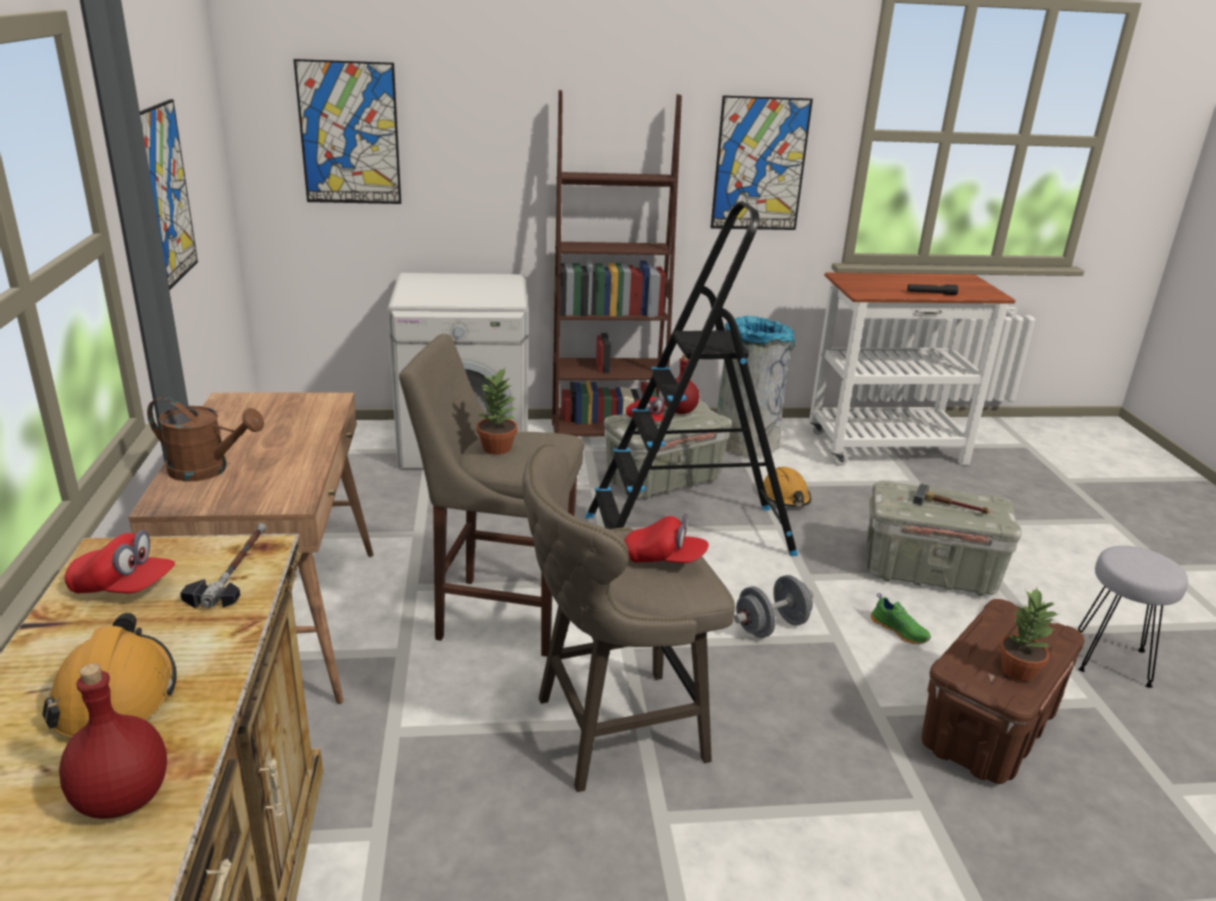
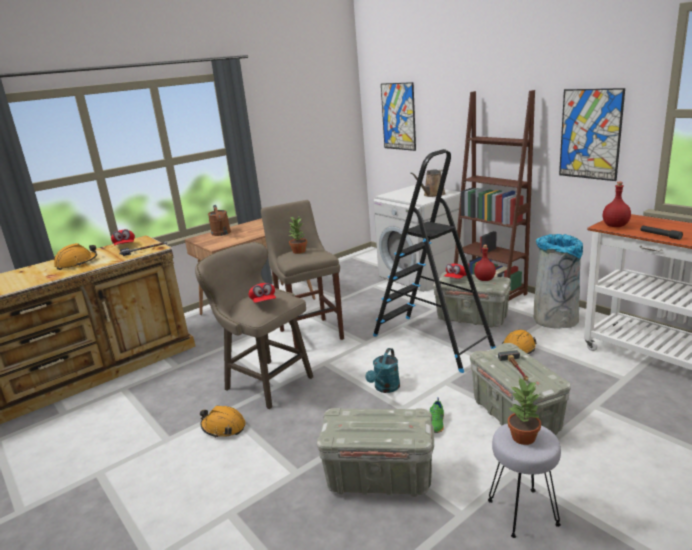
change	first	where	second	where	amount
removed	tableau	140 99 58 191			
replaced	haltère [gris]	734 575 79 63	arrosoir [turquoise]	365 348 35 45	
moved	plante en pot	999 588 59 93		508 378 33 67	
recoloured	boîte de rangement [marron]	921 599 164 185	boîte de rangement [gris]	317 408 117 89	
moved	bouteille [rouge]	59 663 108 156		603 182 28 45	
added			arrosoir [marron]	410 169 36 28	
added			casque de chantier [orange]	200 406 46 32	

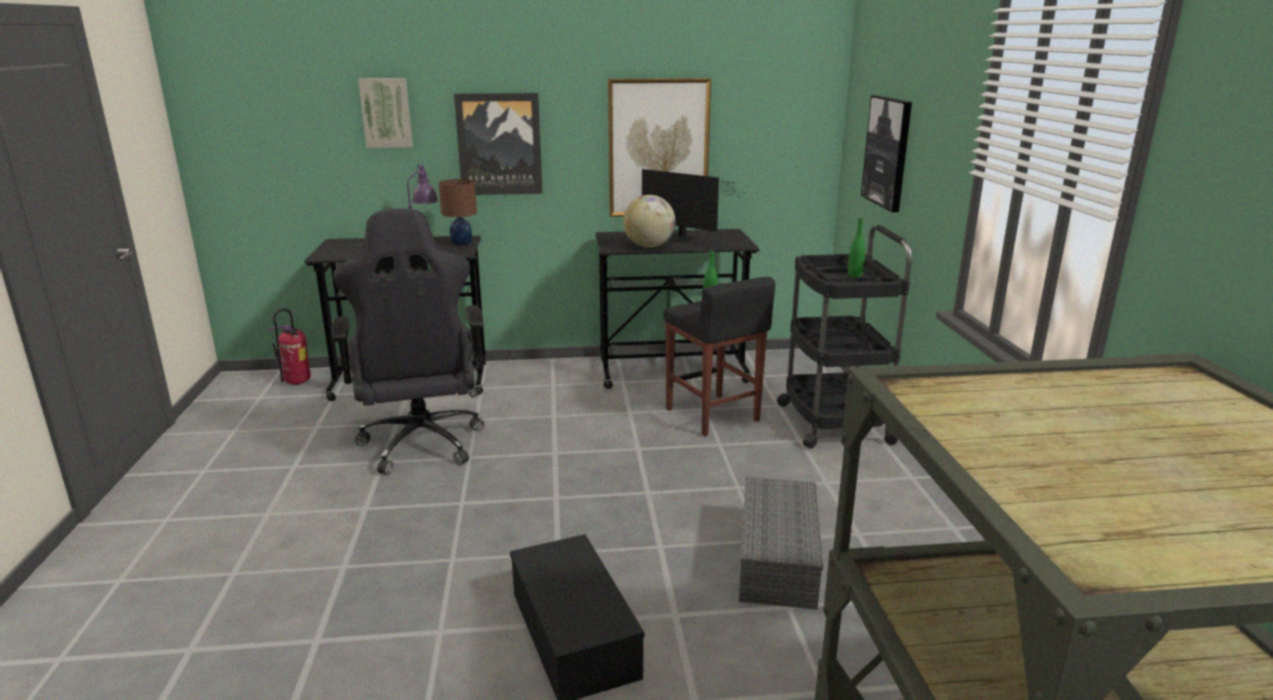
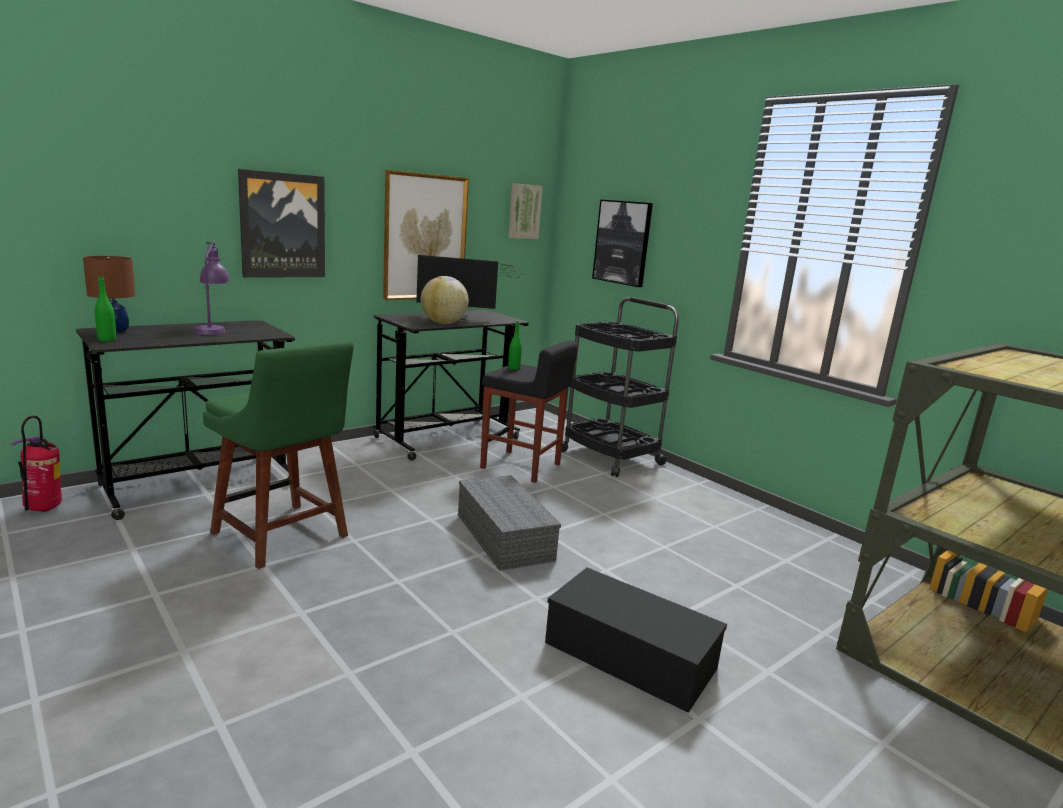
change	first	where	second	where	amount
moved	tableau	358 78 55 70		508 183 35 56	
moved	lampe de table [marron]	439 179 38 66		83 256 52 77	
replaced	chaise de bureau [noir]	332 209 152 266	tabouret [vert]	203 340 151 229	
moved	bouteille [vert]	848 218 17 59		95 276 21 66	
moved	boîte de rangement [gris]	739 477 84 133		458 475 103 96	

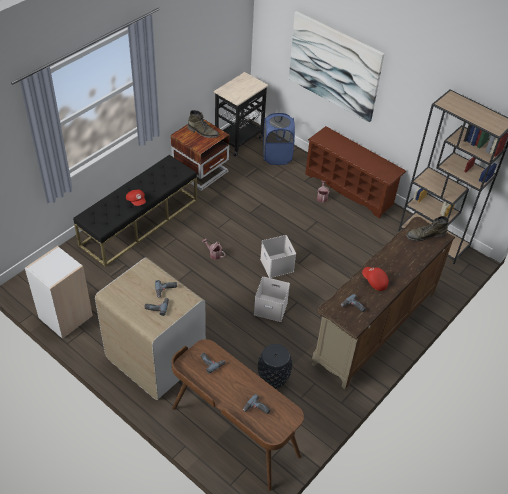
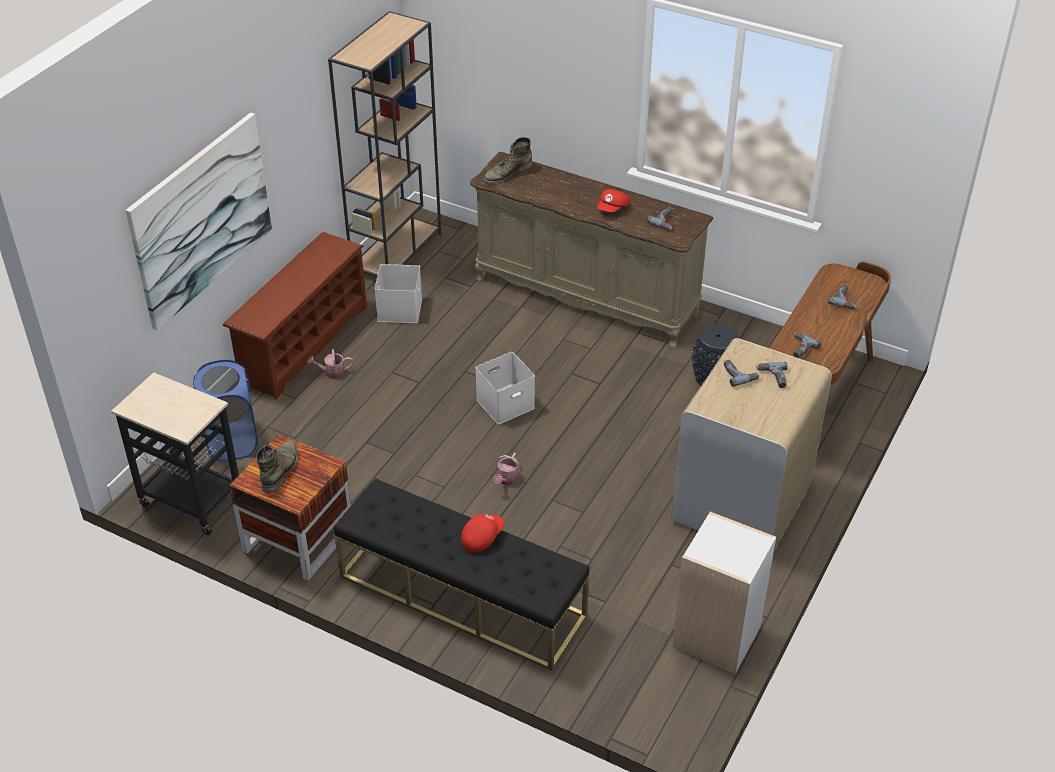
change	first	where	second	where	amount
turned	botte [vert]	406 216 43 25		483 137 49 46	75 degrees clockwise
moved	boîte de rangement [blanc]	254 277 36 45		375 264 47 59	

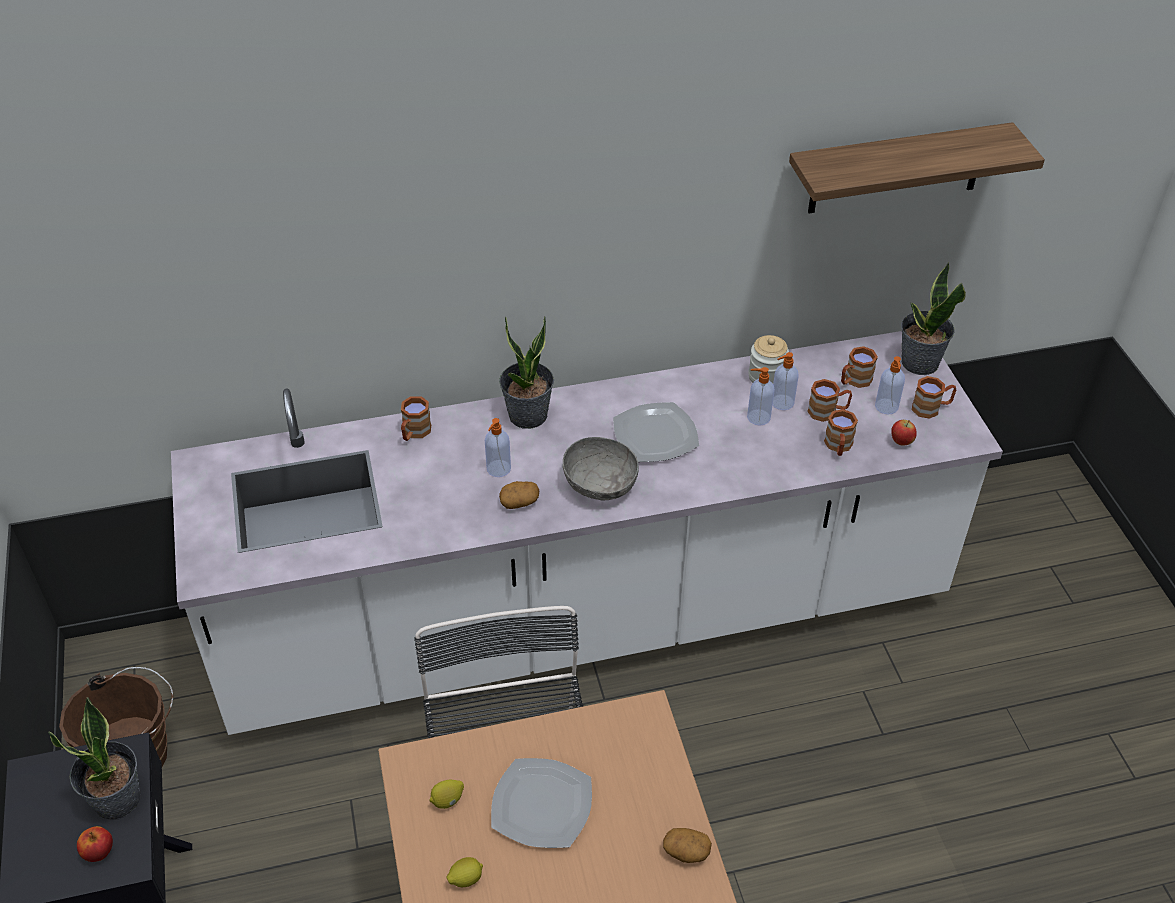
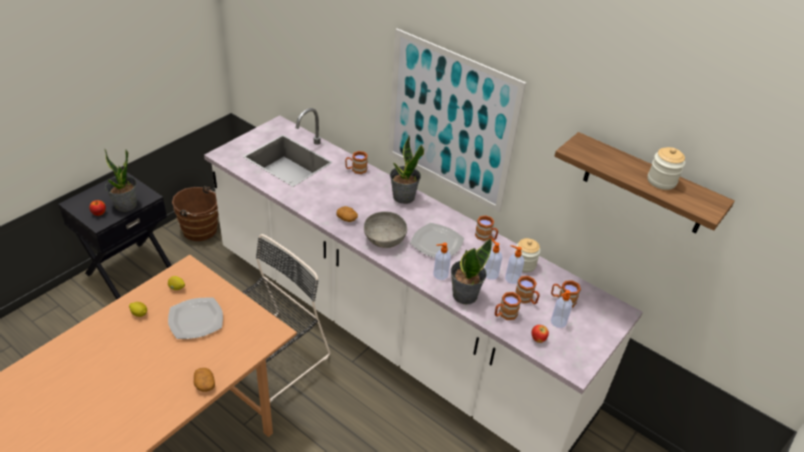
change	first	where	second	where	amount
moved	plante en pot	901 262 65 113		451 238 41 66	
moved	mug [marron]	912 376 44 43		475 215 23 26	
moved	distributeur de savon	485 418 26 59		433 243 18 37	
added			tableau	388 28 138 184	
added			bocal	647 147 38 43	

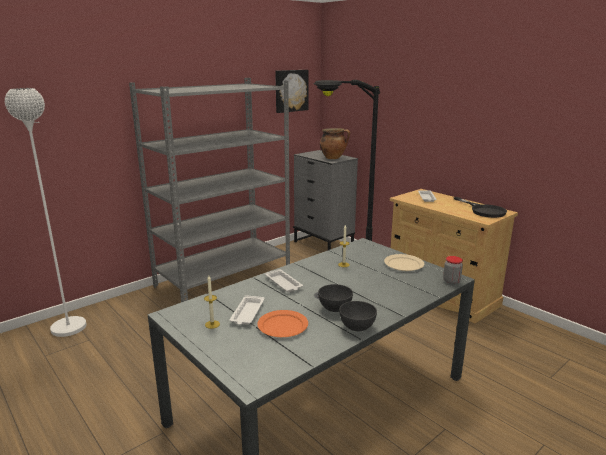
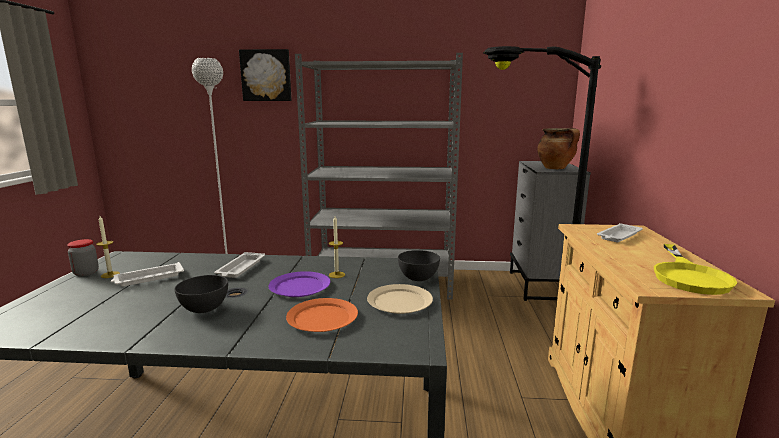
change	first	where	second	where	amount
moved	tableau	275 70 34 43		239 49 53 52	
recoloured	poêle [noir]	453 197 54 21	poêle [jaune]	654 244 83 51	
moved	bocal	443 256 20 28		67 239 32 37	
moved	bol [gris]	339 301 38 30		398 250 42 31	
moved	assiette [orange]	257 310 51 27		286 298 72 34	
added			assiette [violet]	268 271 62 26	

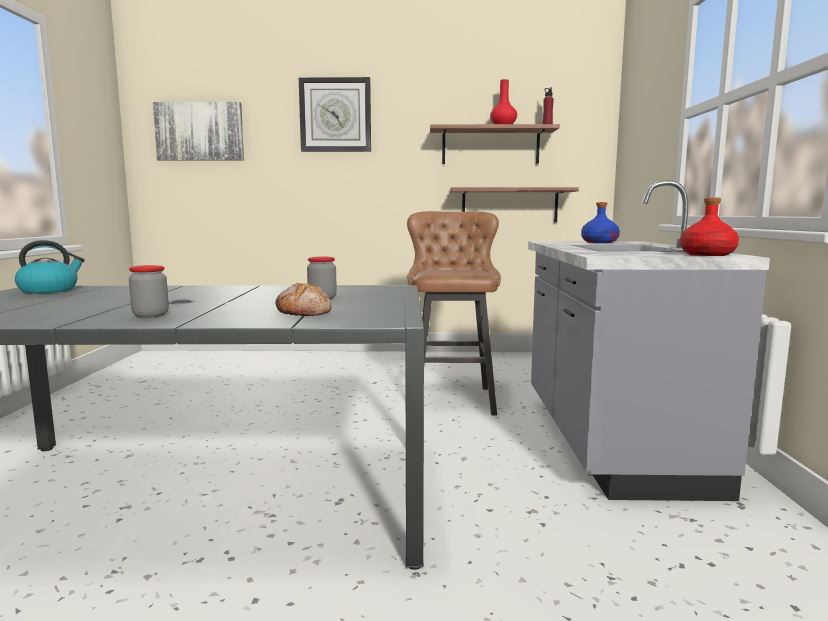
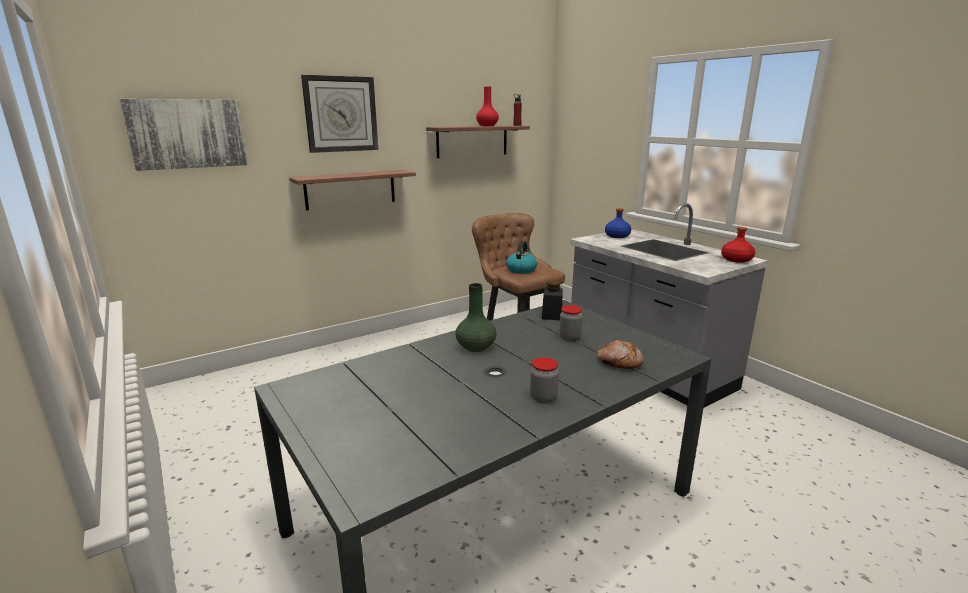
change	first	where	second	where	amount
moved	étagère	450 187 129 35		289 170 127 41	
moved	bouilloire	15 240 70 54		506 241 31 33	
added			bocal [noir]	542 281 21 39	
added			vase [vert]	455 283 42 69	

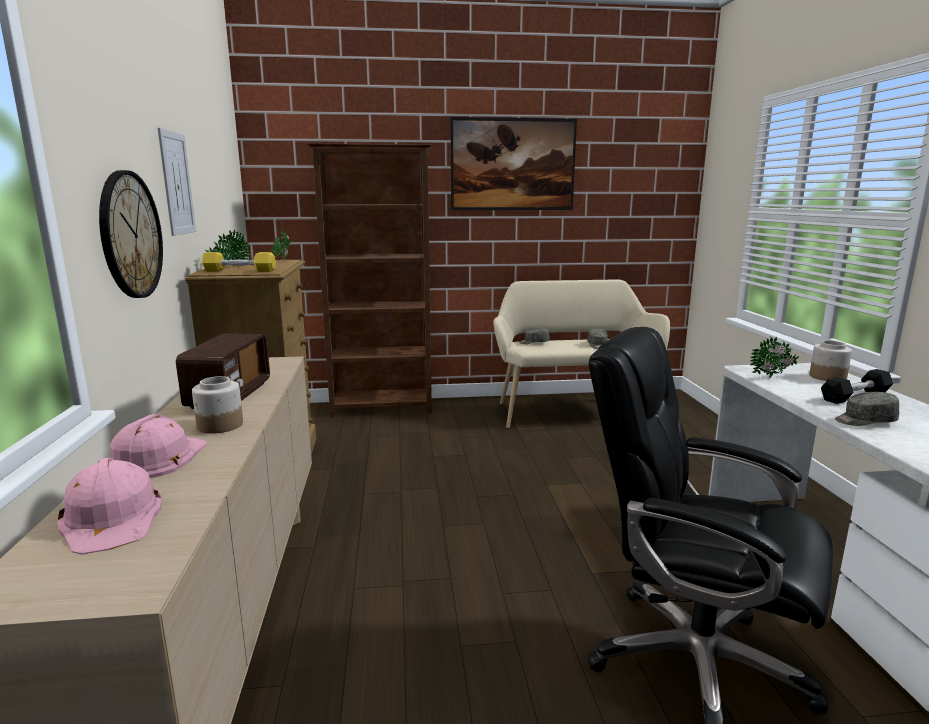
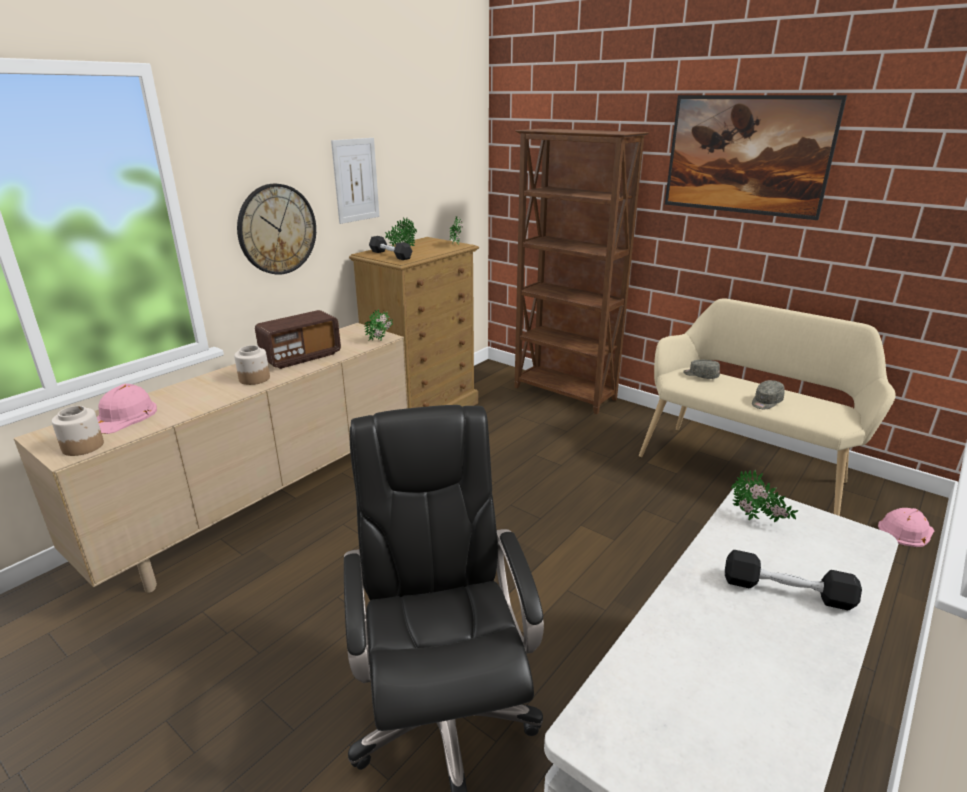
change	first	where	second	where	amount
recoloured	haltère [jaune]	202 252 74 20	haltère [noir]	369 236 43 24	
moved	bocal	809 340 43 41		52 406 52 50	
removed	casquette [gris]	835 392 64 34			
moved	casque de chantier [rose]	110 414 97 64		878 508 56 39	
added			plante en pot	364 309 29 32	

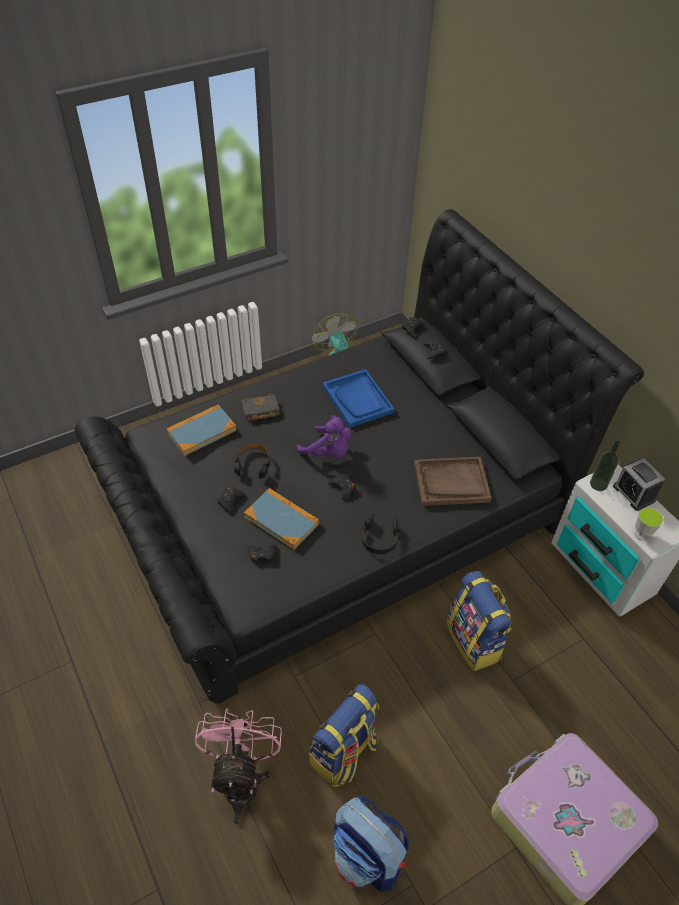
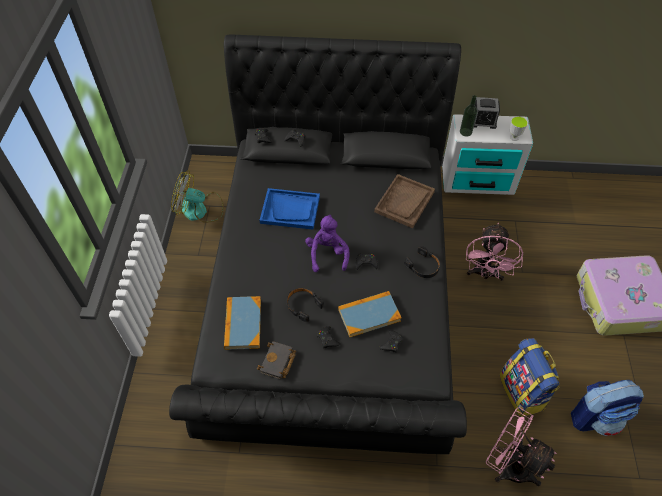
change	first	where	second	where	amount
moved	livre [noir]	242 393 37 28		257 341 39 38	
turned	peluche [violet]	296 415 56 43		305 214 44 58	75 degrees counterclockwise
replaced	sac à dos	446 571 67 100	ventilateur [rose]	466 223 57 58	

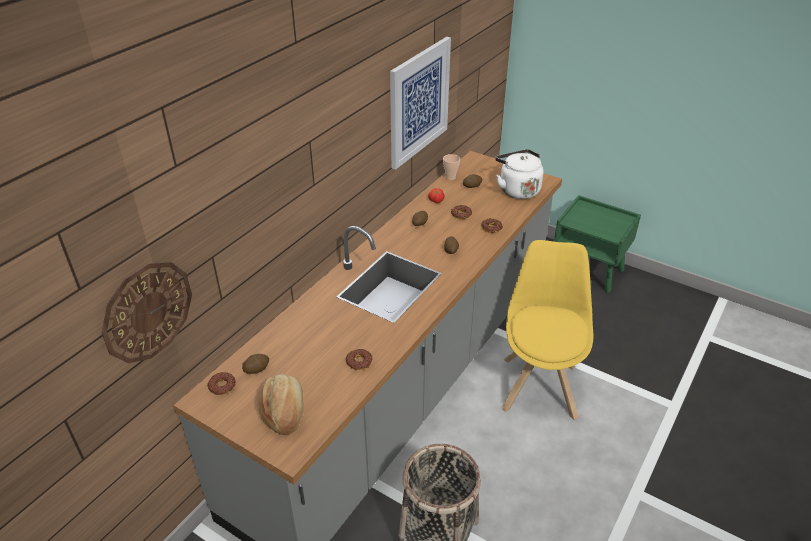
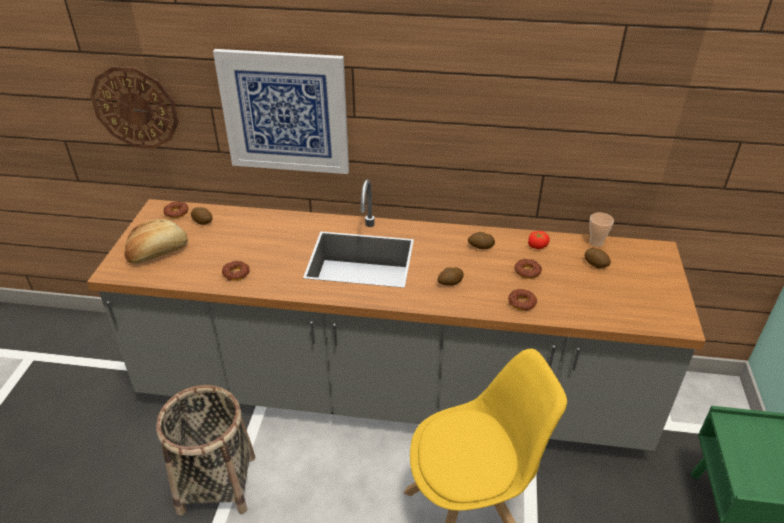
change	first	where	second	where	amount
moved	tableau	390 37 61 133		213 49 136 125	
removed	bouilloire [blanc]	495 149 49 50			

